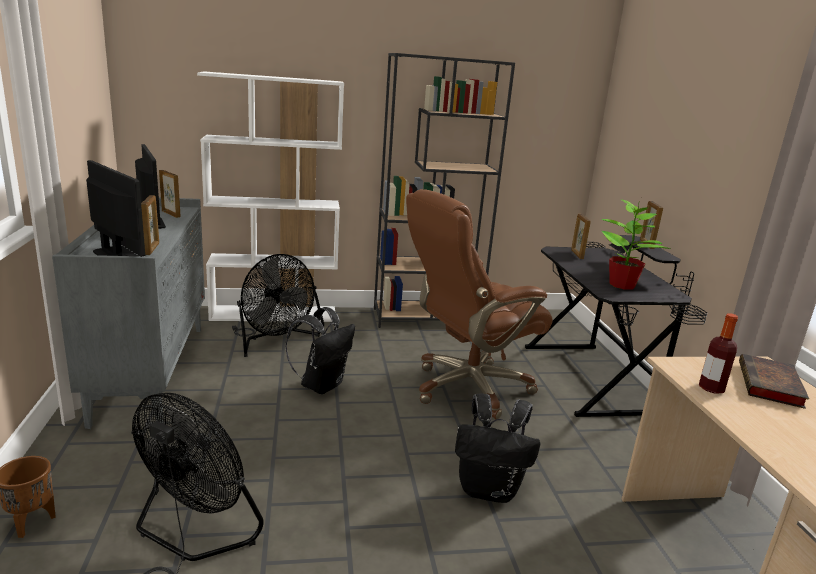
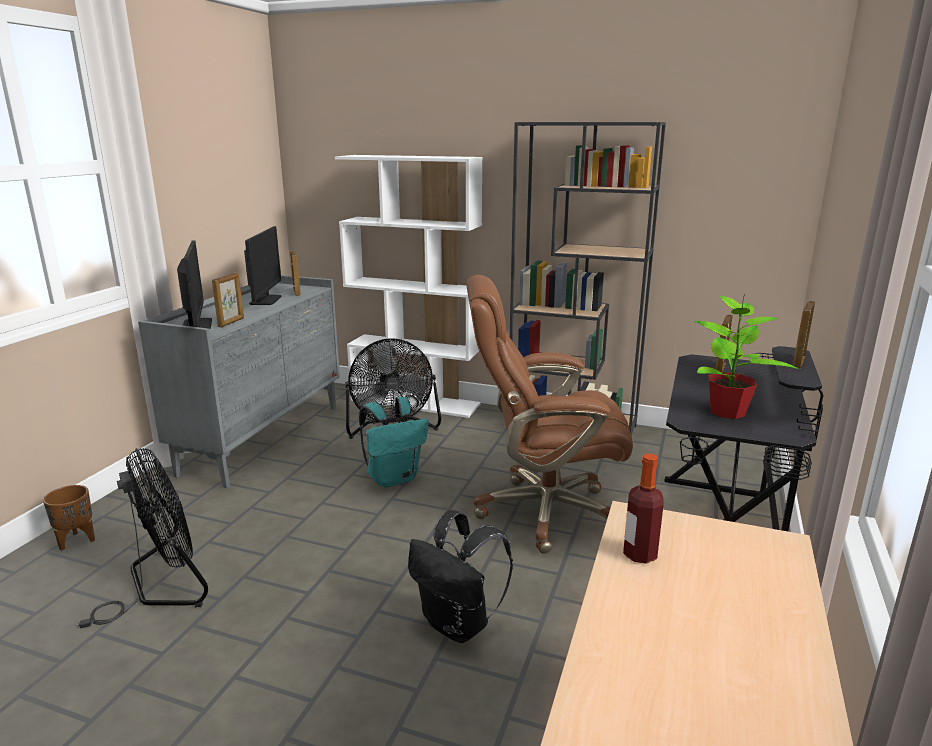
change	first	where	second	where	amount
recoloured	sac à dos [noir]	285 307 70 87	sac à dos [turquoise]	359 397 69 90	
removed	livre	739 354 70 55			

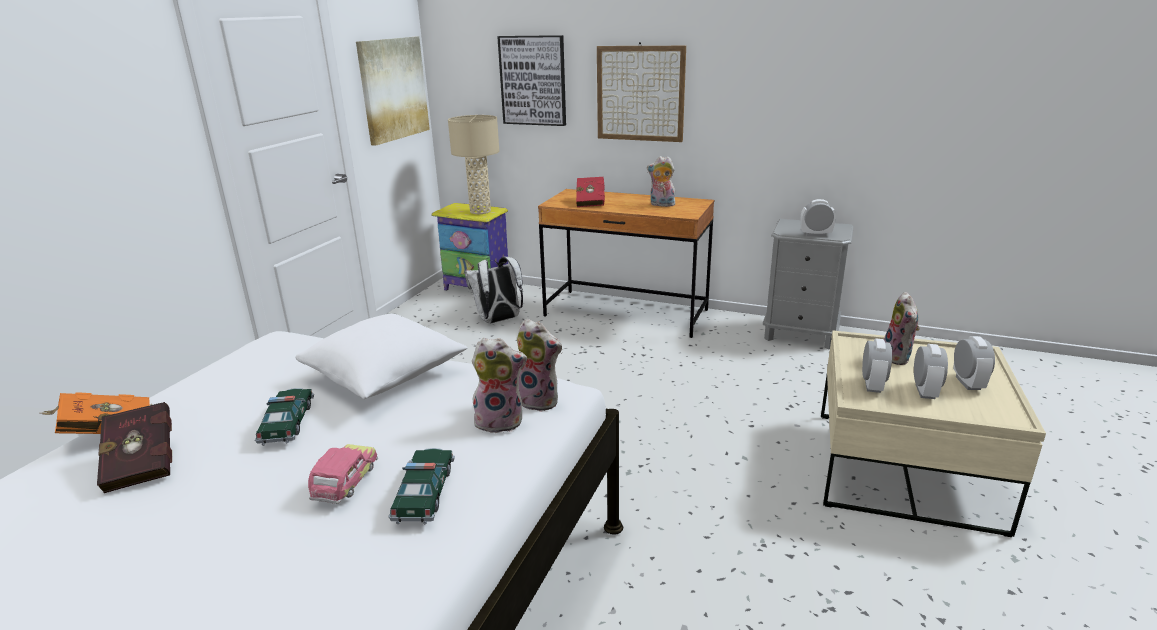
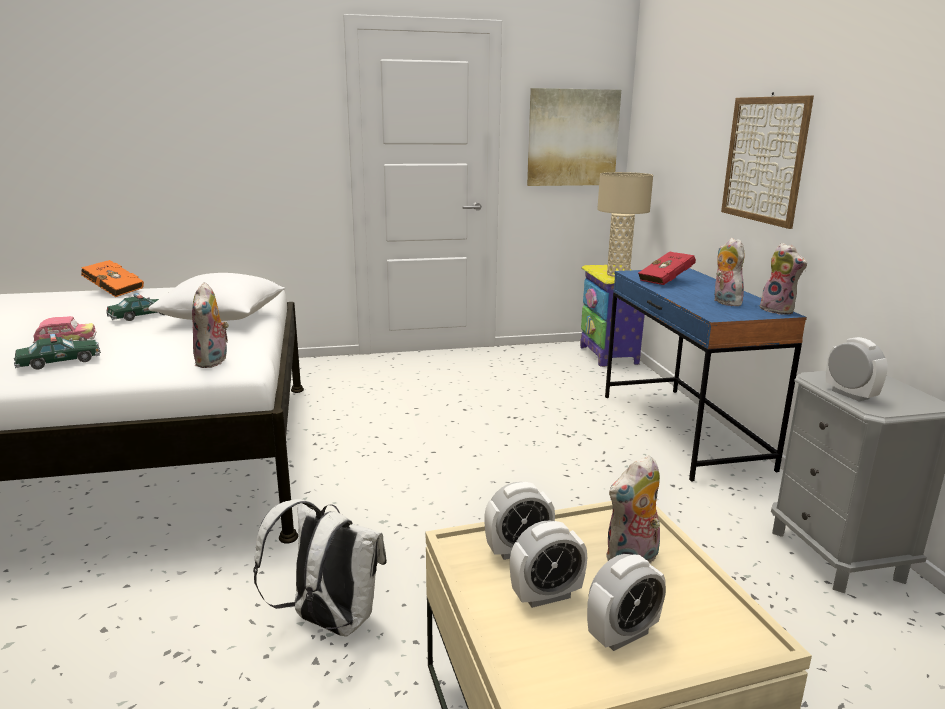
change	first	where	second	where	amount
removed	tableau	497 35 69 91			
recoloured	bureau [marron]	538 189 176 149	bureau [bleu]	605 268 202 214	
moved	sac à dos [blanc]	465 257 58 66		253 499 134 138	
moved	peluche	472 338 55 95		760 243 47 72	
removed	livre [rouge]	97 402 75 91			

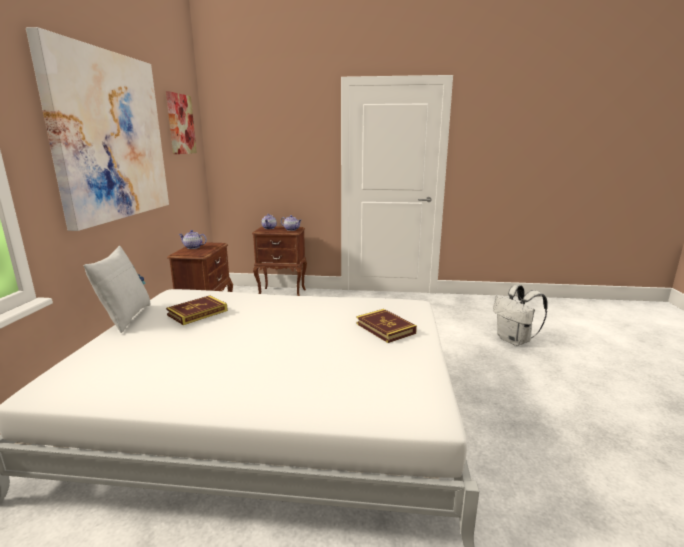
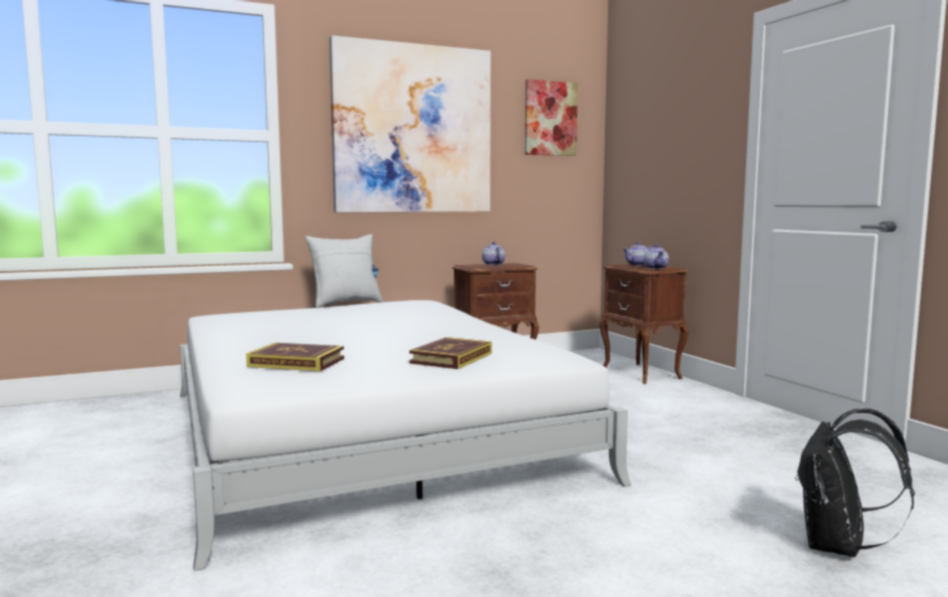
change	first	where	second	where	amount
recoloured	sac à dos [blanc]	493 285 55 61	sac à dos [noir]	795 409 120 148	
moved	livre	166 295 62 30		246 343 98 28	

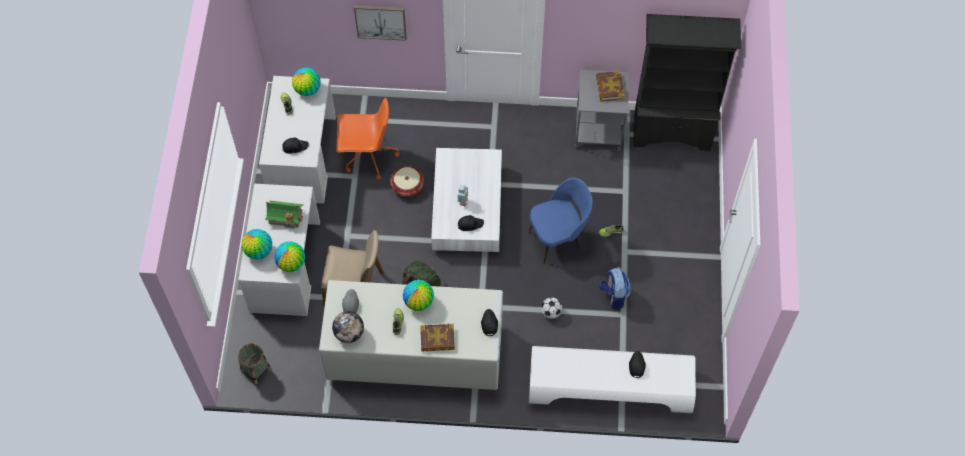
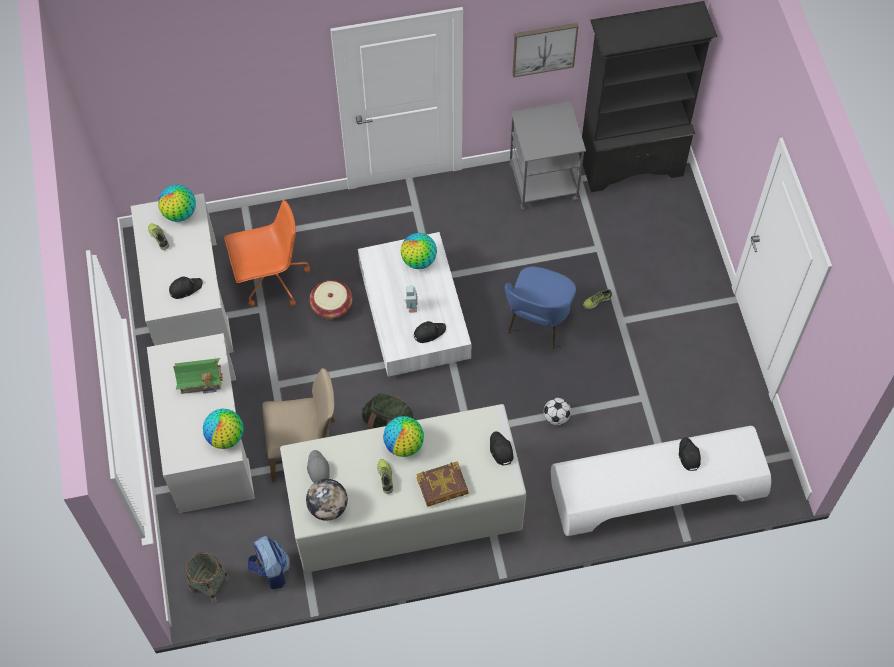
change	first	where	second	where	amount
moved	tableau	354 5 53 36		512 23 66 55	
removed	livre	596 71 29 30			
turned	chaise [bleu]	529 178 64 85		505 267 71 82	150 degrees clockwise
moved	globe	242 229 30 31		401 233 36 36	
moved	sac à dos	599 267 32 42		247 536 43 53	

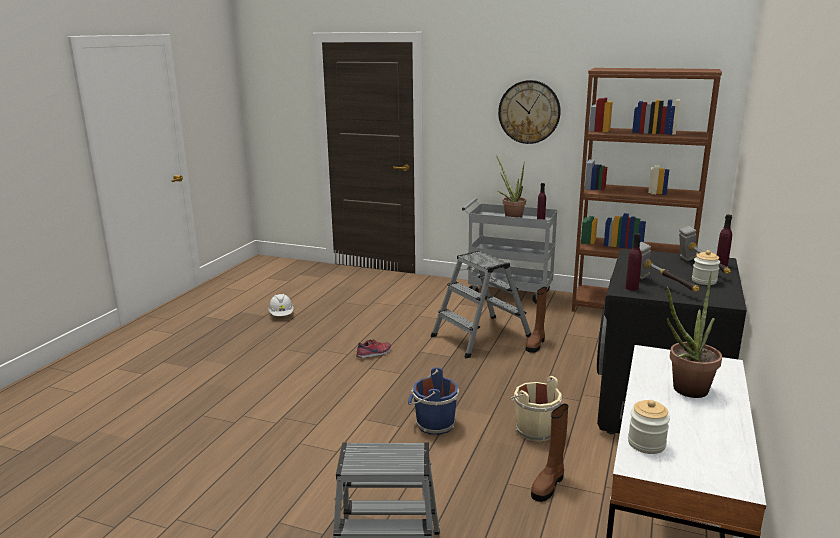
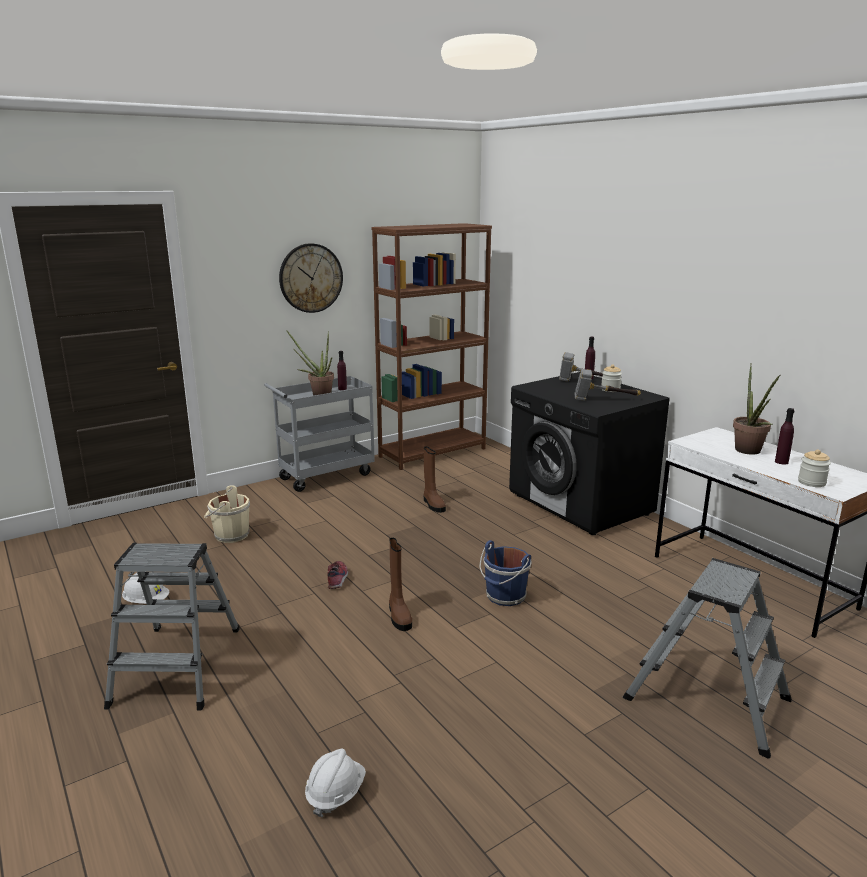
change	first	where	second	where	amount
moved	bouteille [violet]	625 233 17 58		775 408 19 56	
moved	escabeau [gris]	430 251 101 108		104 543 136 168	
moved	seau [beige]	510 376 52 66		204 485 46 58	
moved	botte [marron]	531 404 37 98		389 538 23 93	
added			casque de chantier [blanc]	305 748 61 69	

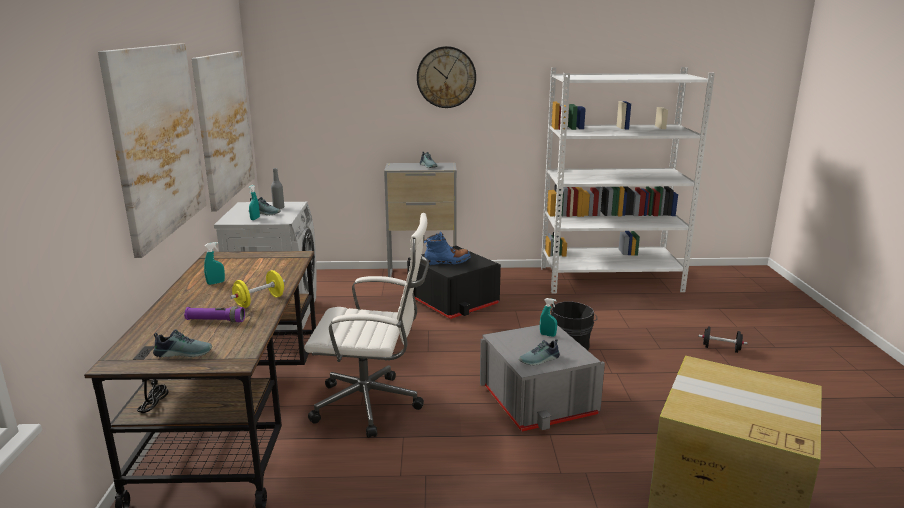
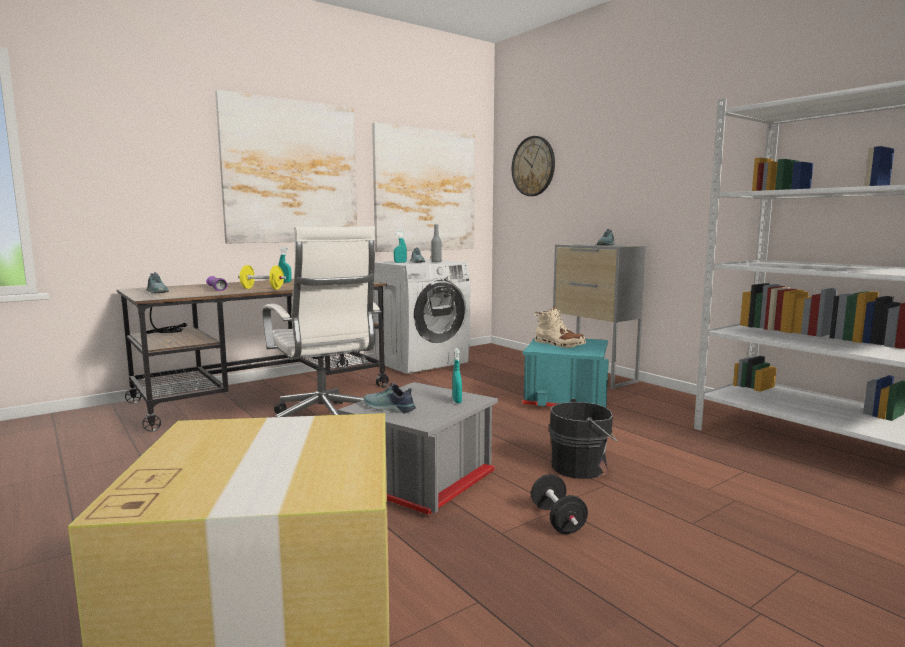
change	first	where	second	where	amount
moved	horloge murale	417 46 59 62		512 136 43 60	
recoloured	botte [bleu]	424 232 47 33	botte [beige]	534 306 52 42	
recoloured	boîte de rangement [noir]	407 246 94 73	boîte de rangement [turquoise]	522 338 87 70	
moved	haltère [noir]	699 326 48 27		531 474 57 60	

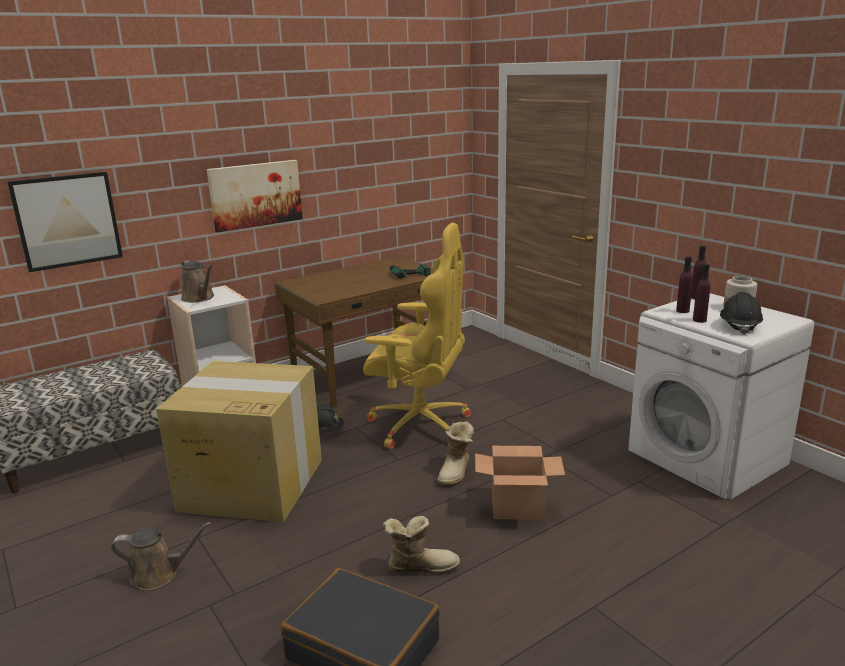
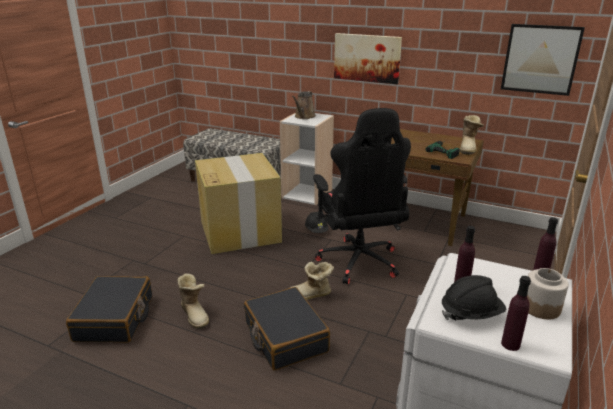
change	first	where	second	where	amount
moved	tableau	7 172 116 100		501 24 84 72	
recoloured	chaise de bureau [jaune]	363 222 109 227	chaise de bureau [noir]	313 108 98 176	
moved	bouteille [violet]	676 256 17 57		501 276 30 75	
replaced	carton	475 446 90 74	valise [noir]	244 287 86 84	
removed	arrosoir [marron]	111 522 100 68			
added			botte	460 115 24 40	

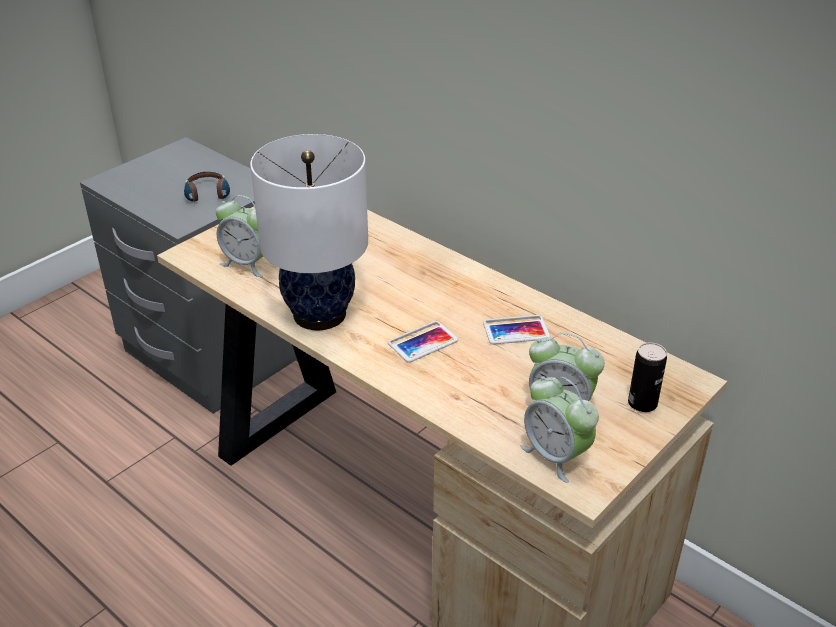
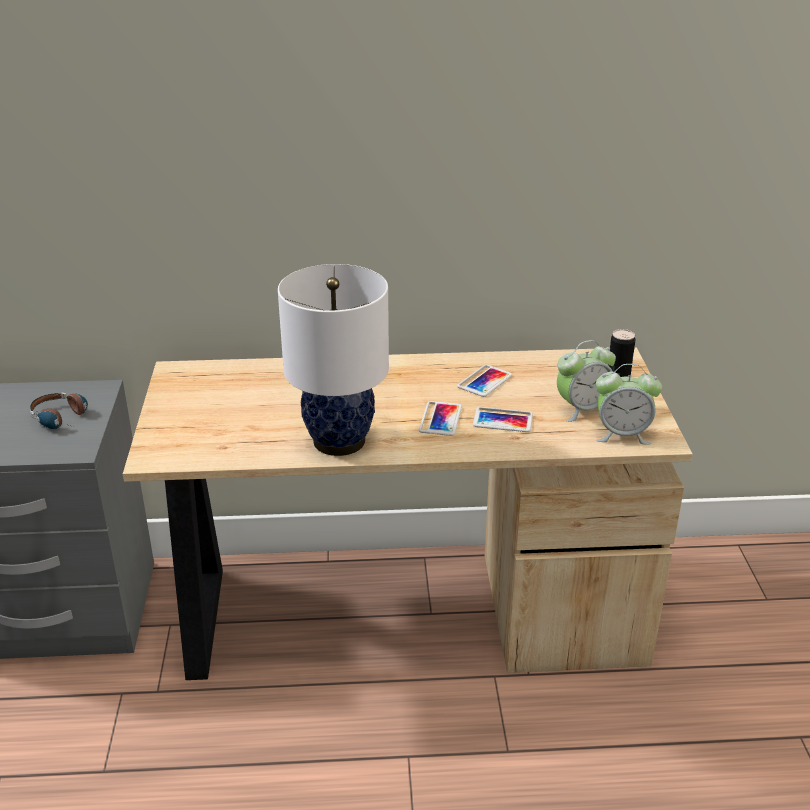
change	first	where	second	where	amount
removed	réveil	216 195 47 82			
added			téléphone	473 407 60 25	

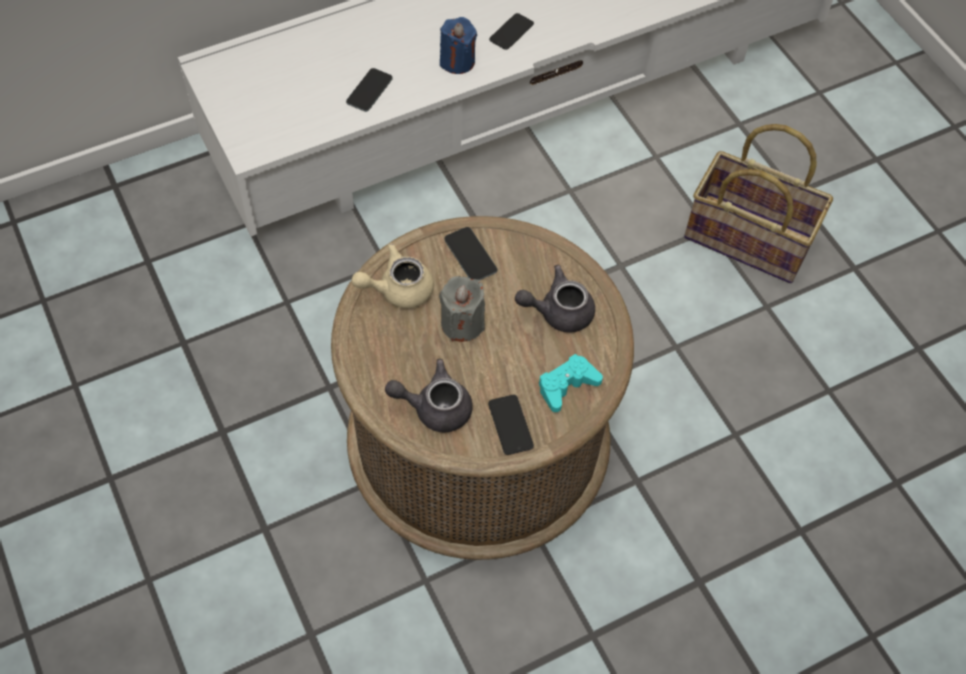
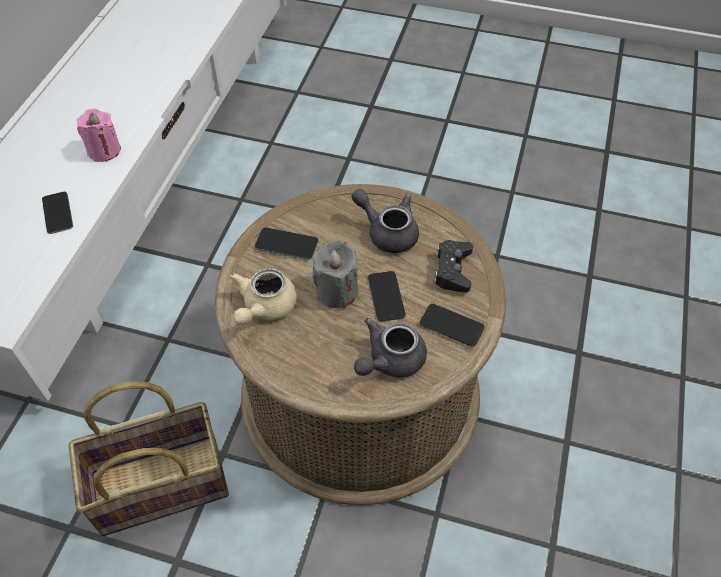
change	first	where	second	where	amount
moved	téléphone	489 13 45 37		368 271 38 51	
recoloured	bougie [bleu]	440 17 37 57	bougie [rose]	77 109 44 53	
moved	panier	684 124 149 159		68 381 161 155	
turned	théière [gris]	515 265 80 67		351 189 68 64	90 degrees clockwise
recoloured	manette [turquoise]	539 354 64 58	manette [noir]	434 240 39 53	

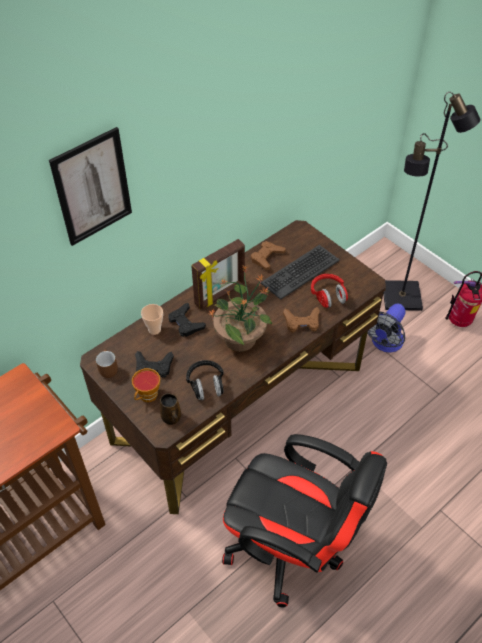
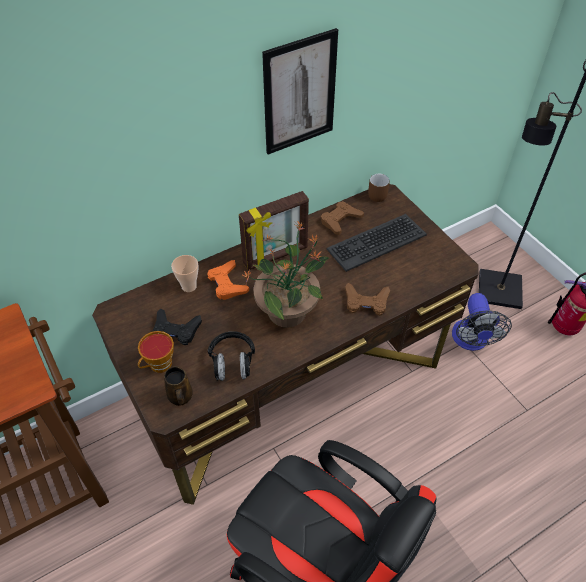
change	first	where	second	where	amount
moved	tableau	49 127 83 119		262 28 76 126	
removed	casque audio [rouge]	311 274 37 34			
recoloured	manette [noir]	168 303 38 34	manette [orange]	207 260 42 40	
turned	ventilateur	367 304 39 49		452 293 60 58	45 degrees counterclockwise
moved	mug [marron]	96 350 22 28		368 174 22 28	

